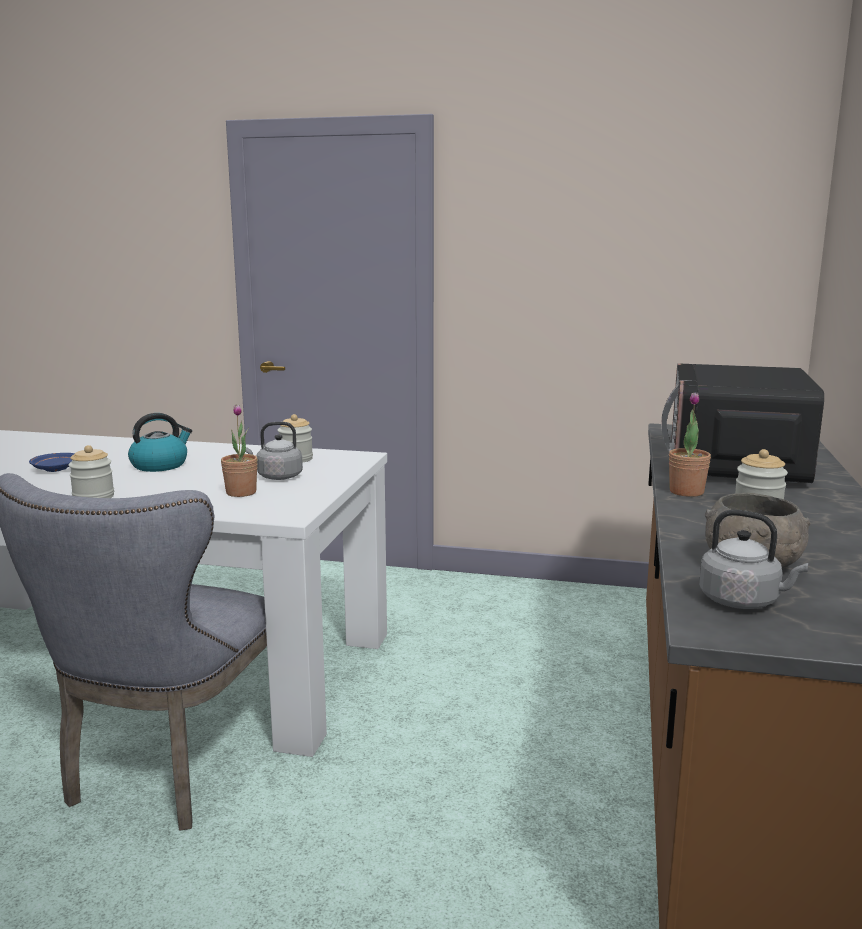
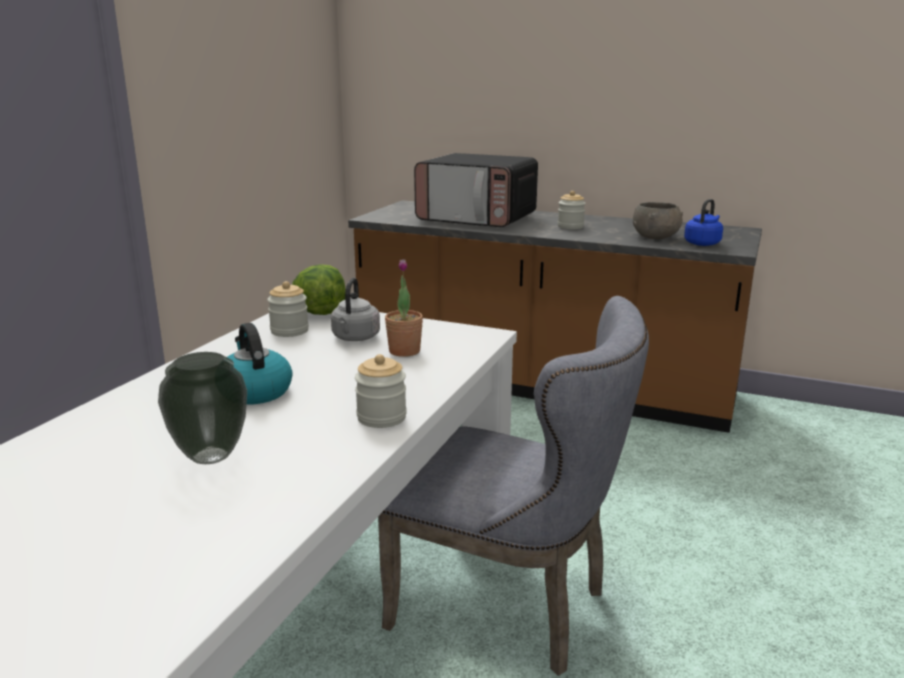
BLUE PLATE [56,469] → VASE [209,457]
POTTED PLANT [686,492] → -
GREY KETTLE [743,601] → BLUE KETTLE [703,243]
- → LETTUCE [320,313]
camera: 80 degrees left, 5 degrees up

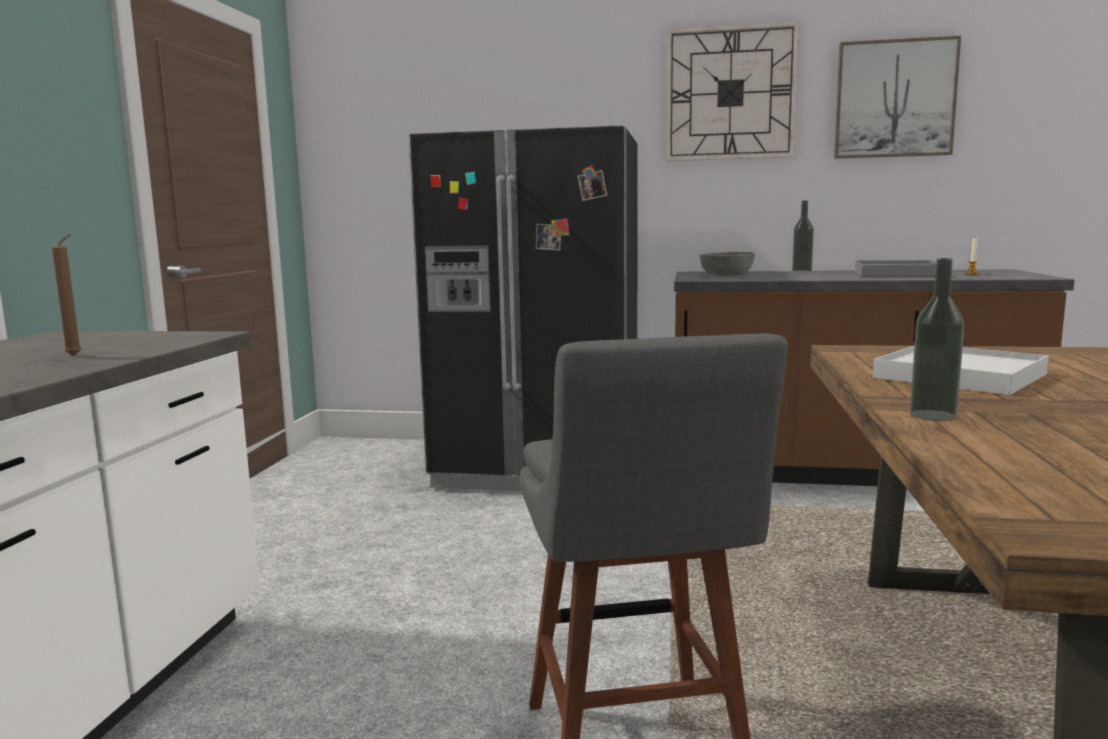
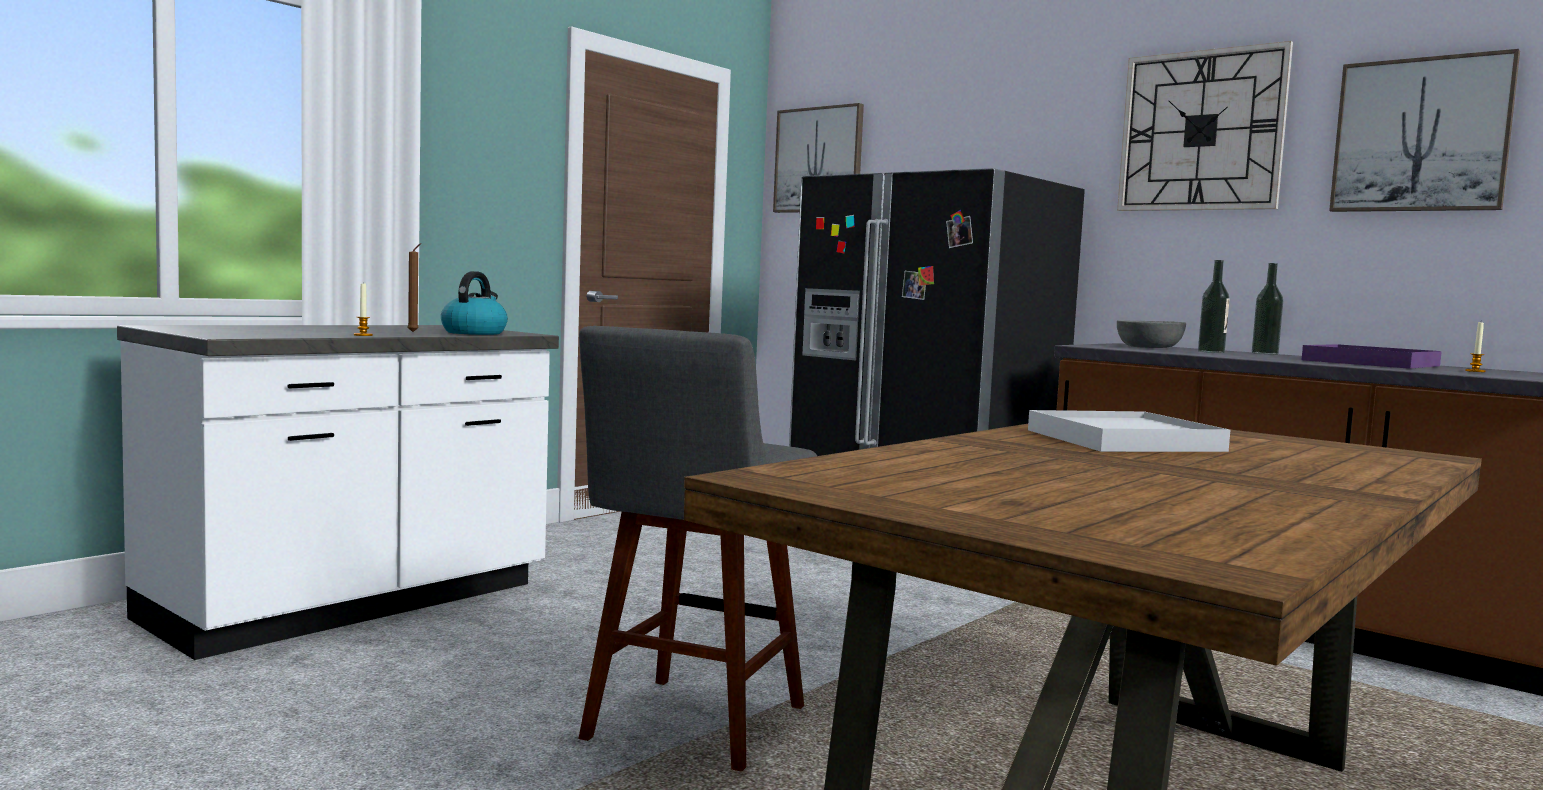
GREY TRAY [896,273] → PURPLE TRAY [1370,363]
BOTTLE [933,415] → BOTTLE [1211,352], shifted
- → CANDLE [363,335]
- → KETTLE [474,333]
- → PICTURE [819,160]
camera: 30 degrees right, 5 degrees down

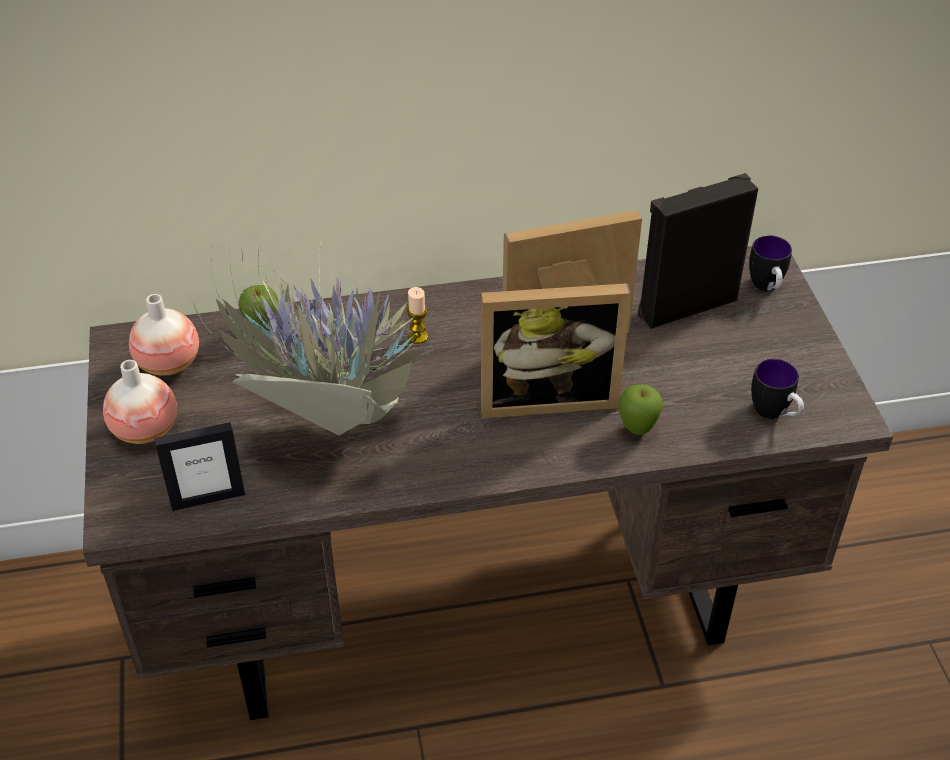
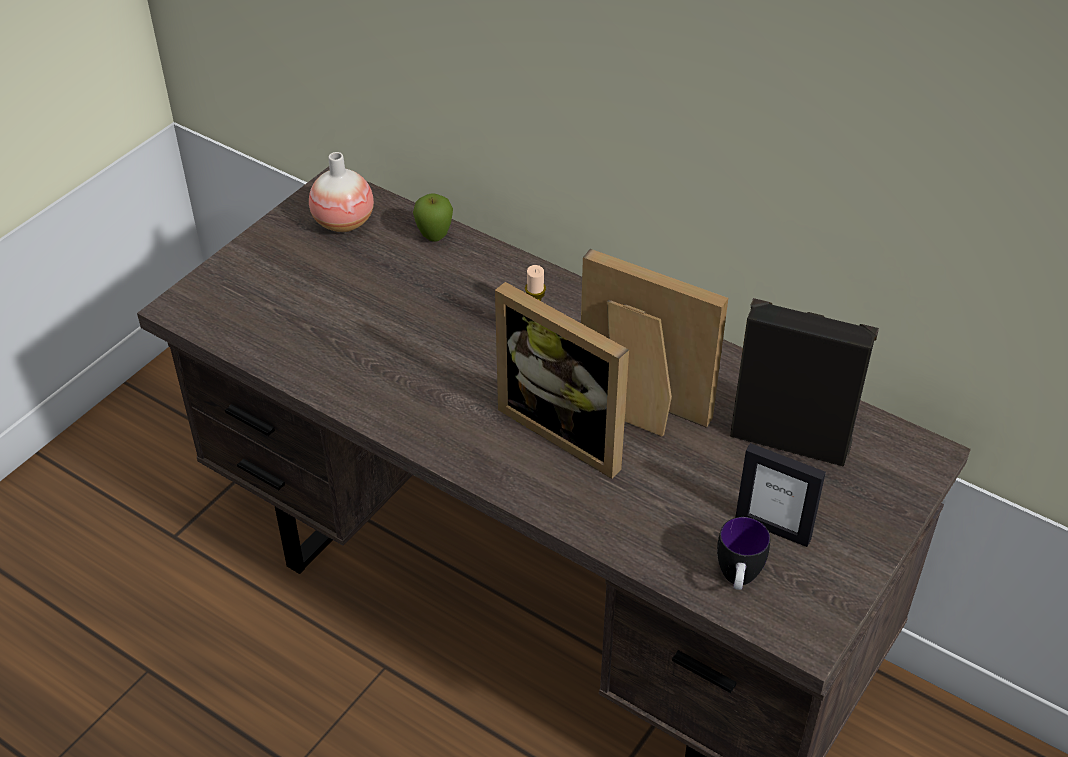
VASE [145,430] → -
PICTURE FRAME [208,498] → PICTURE FRAME [773,528], shifted
POTTED PLANT [330,426] → -
APPLE [637,430] → -
MUG [766,288] → -
camera: 45 degrees right, 0 degrees up

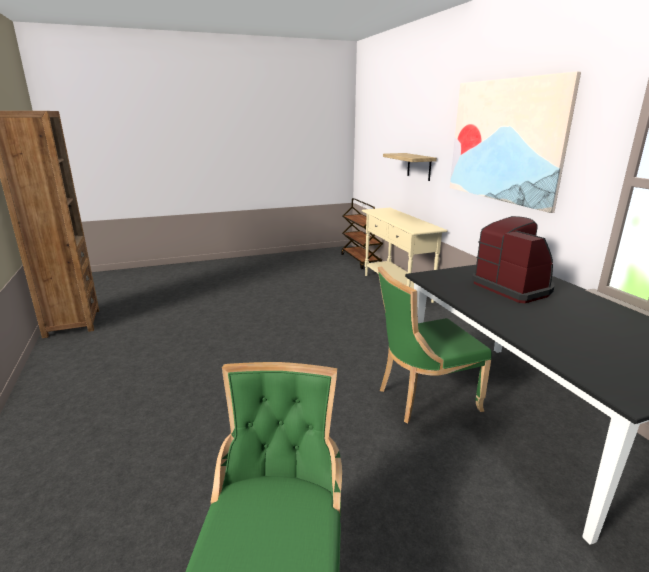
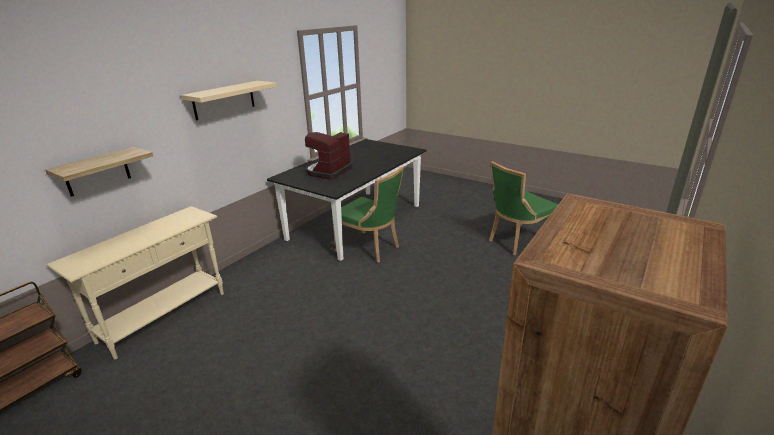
PICTURE [504,141] → BEIGE SHELF [224,100]
camera: 125 degrees left, 5 degrees up

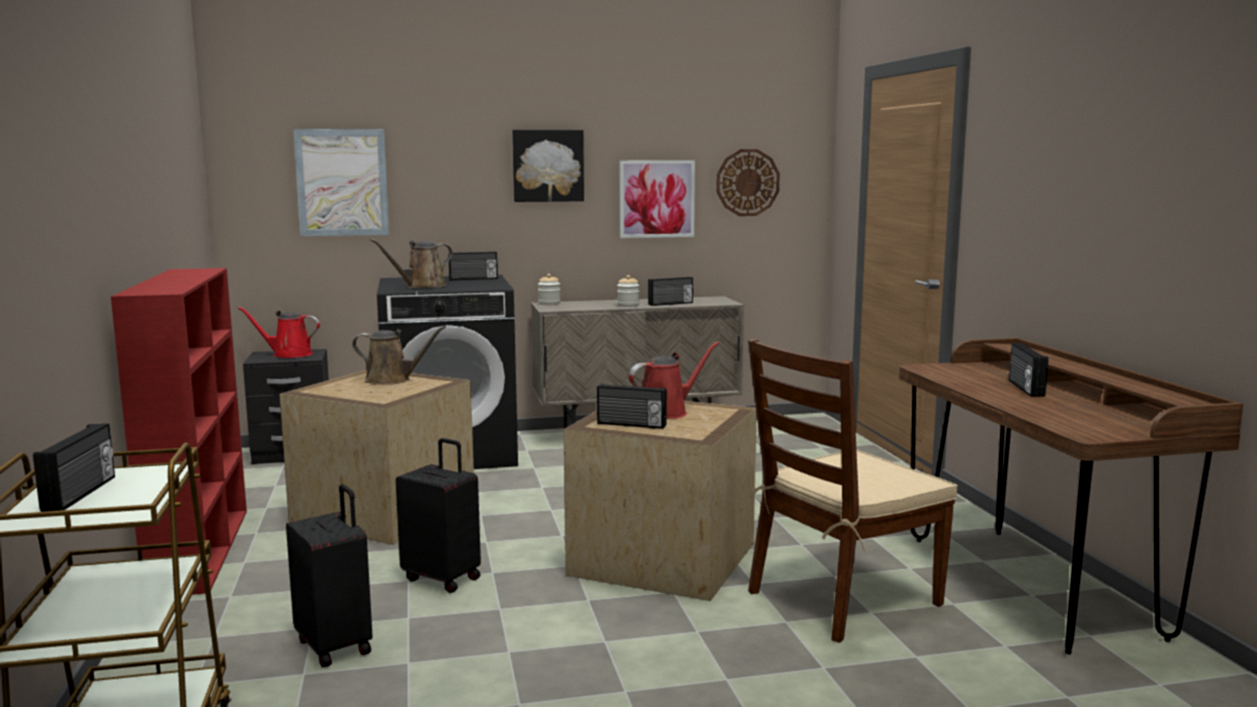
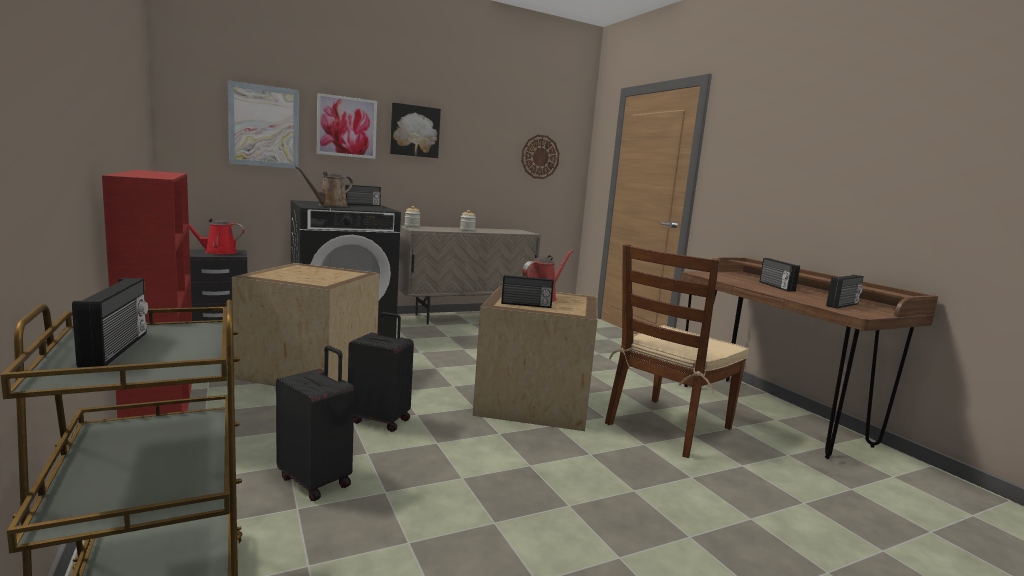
BROWN WATERING CAN [392,380] → -
PICTURE [656,199] → PICTURE [346,127], shifted
RADIO [671,304] → RADIO [843,305], shifted
camera: 15 degrees left, 0 degrees up

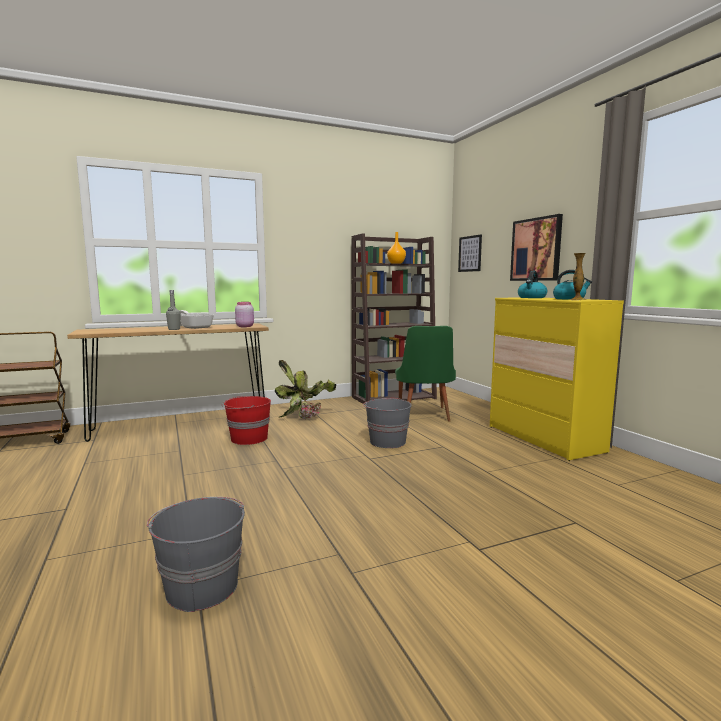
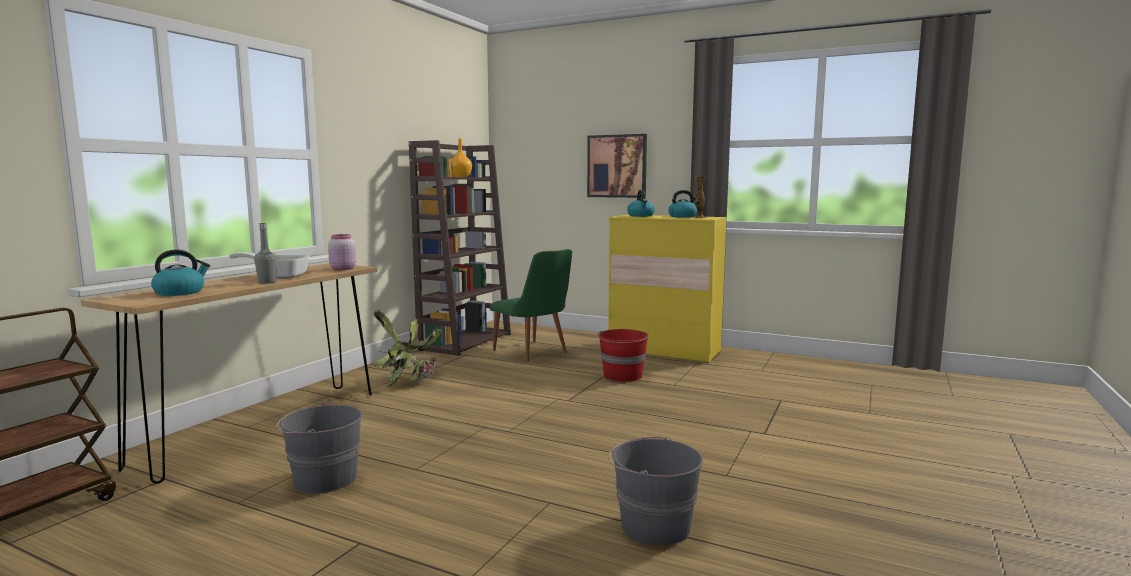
RED BUCKET [248,439] → RED BUCKET [622,376], shifted
GREY BUCKET [387,441] → GREY BUCKET [324,479], shifted
PICTURE [470,253] → -
- → KETTLE [180,292]
camera: 40 degrees left, 0 degrees up

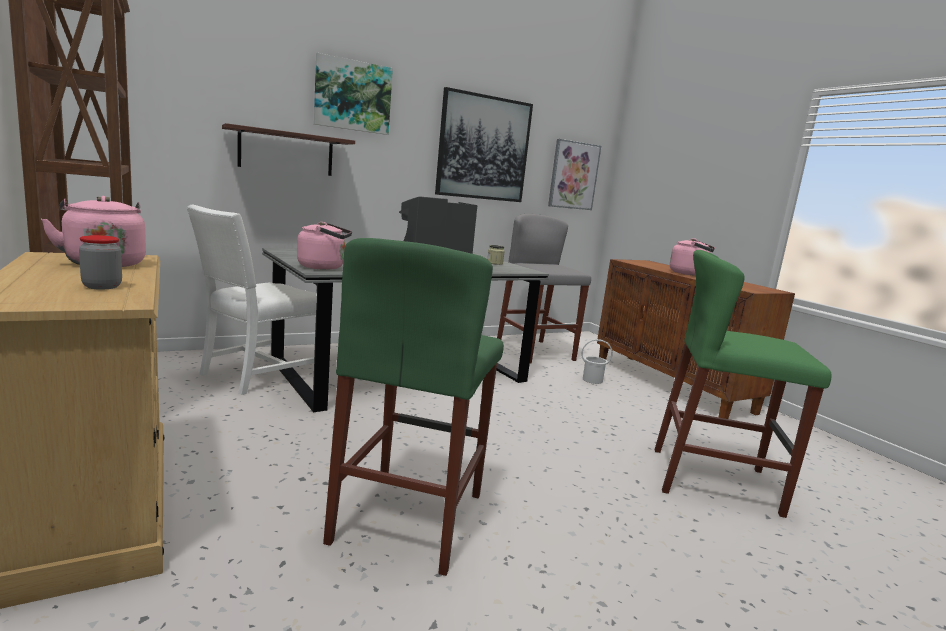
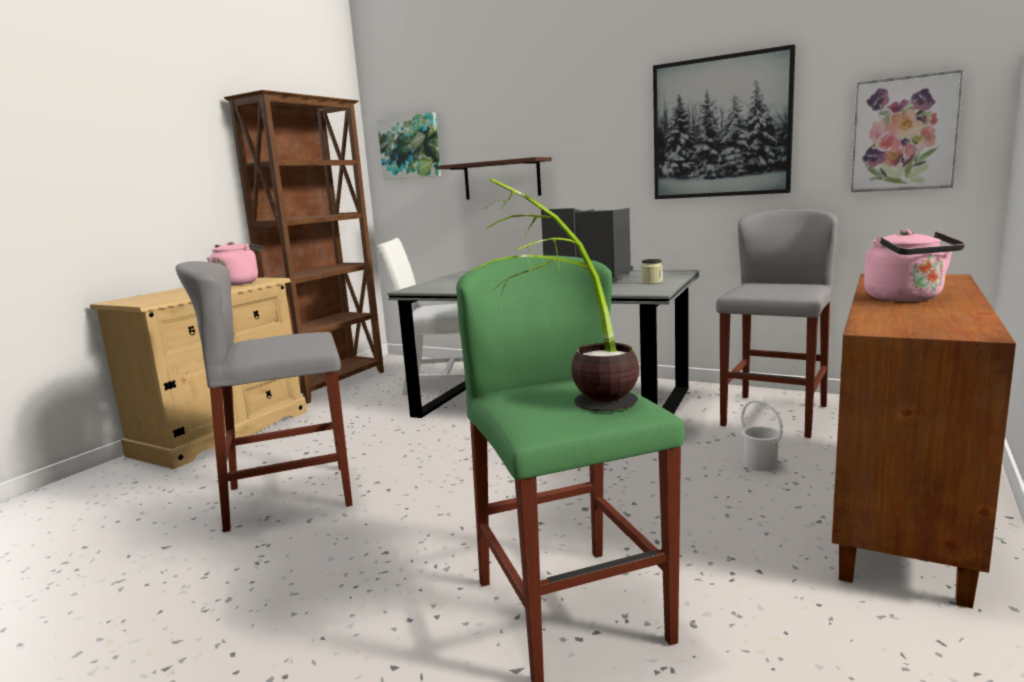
JAR [102,286] → -
PINK KETTLE [324,267] → -
PICTURE [352,96] → PICTURE [410,147], shifted
GREEN STOOL [409,517] → GREY STOOL [290,496]
- → POTTED PLANT [575,409]
camera: 60 degrees right, 0 degrees up

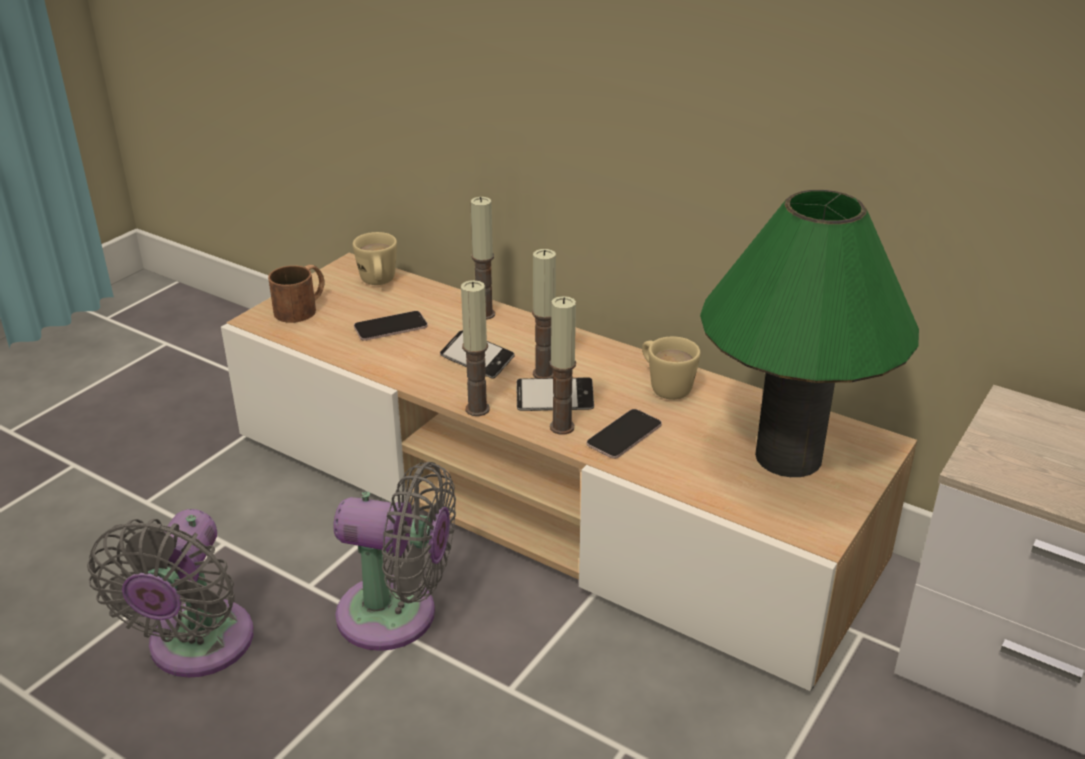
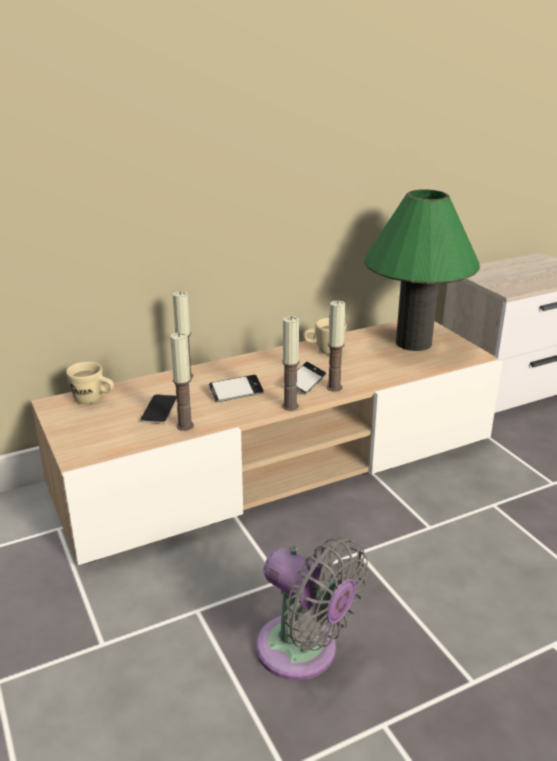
BROWN MUG [302,307] → -
GREY FAN [397,616] → -
CANDLE [544,373] → CANDLE [185,426], shifted
PHONE [624,435] → -
camera: 60 degrees left, 5 degrees down

